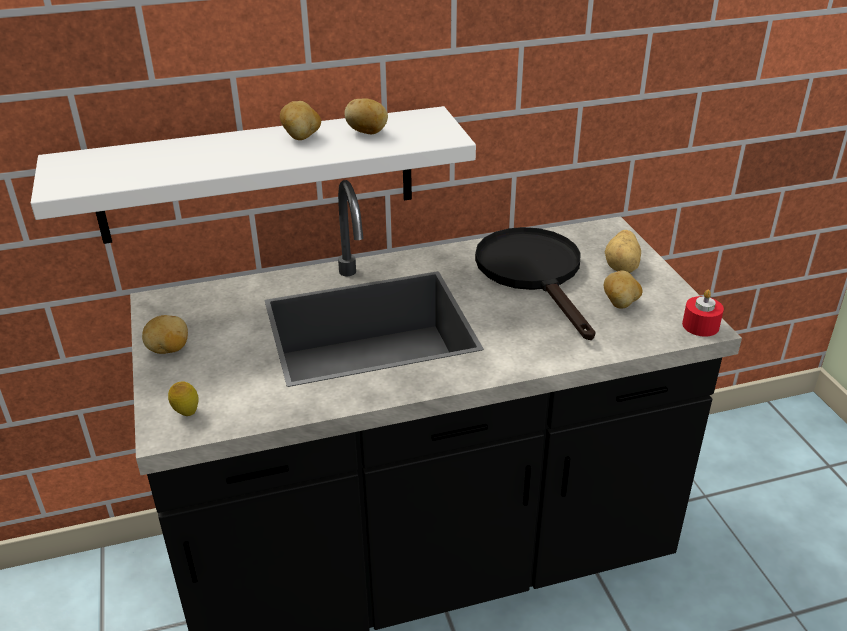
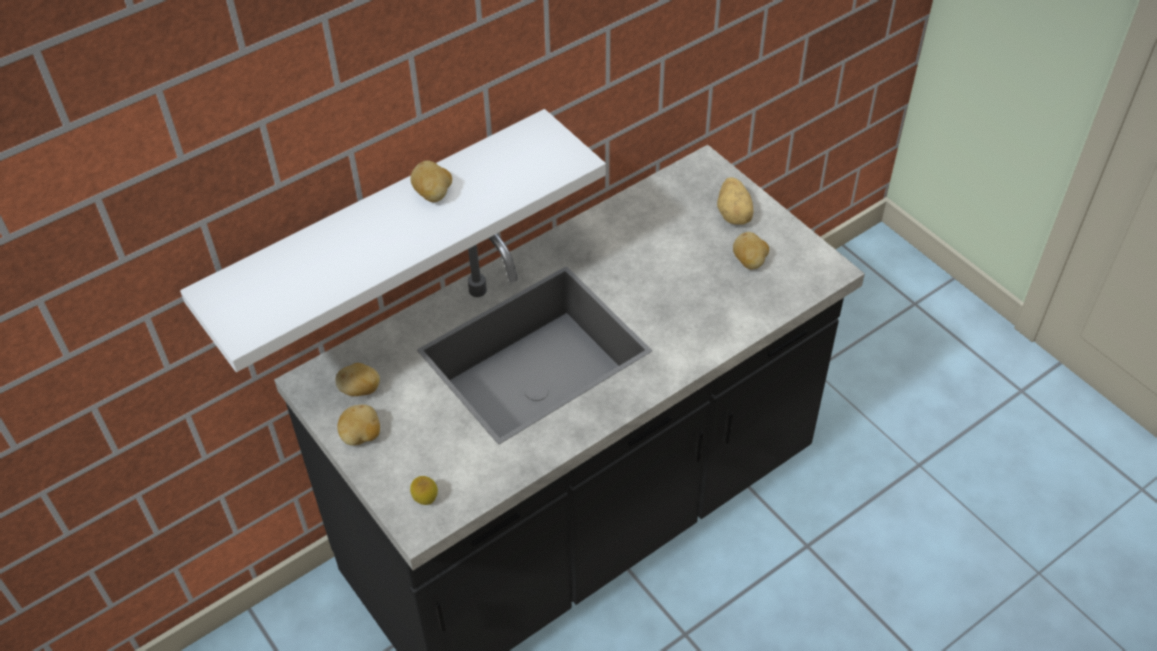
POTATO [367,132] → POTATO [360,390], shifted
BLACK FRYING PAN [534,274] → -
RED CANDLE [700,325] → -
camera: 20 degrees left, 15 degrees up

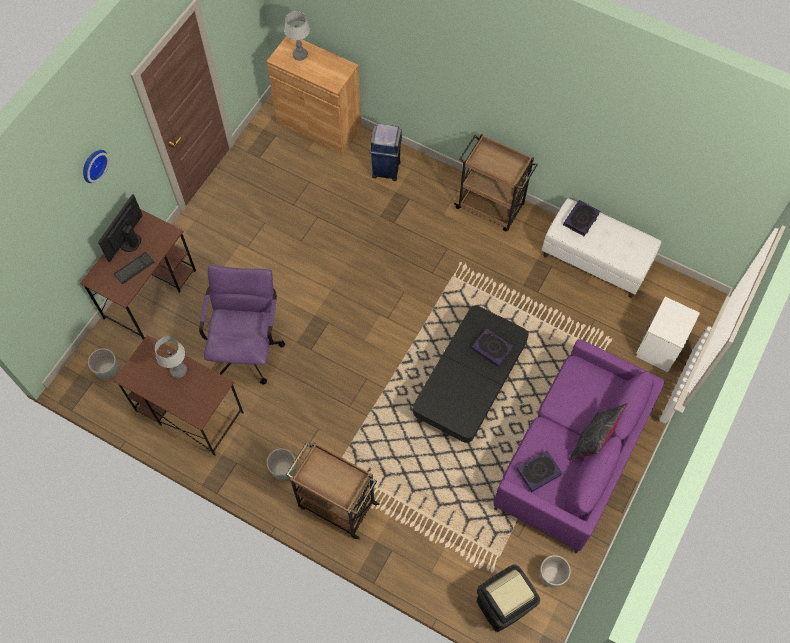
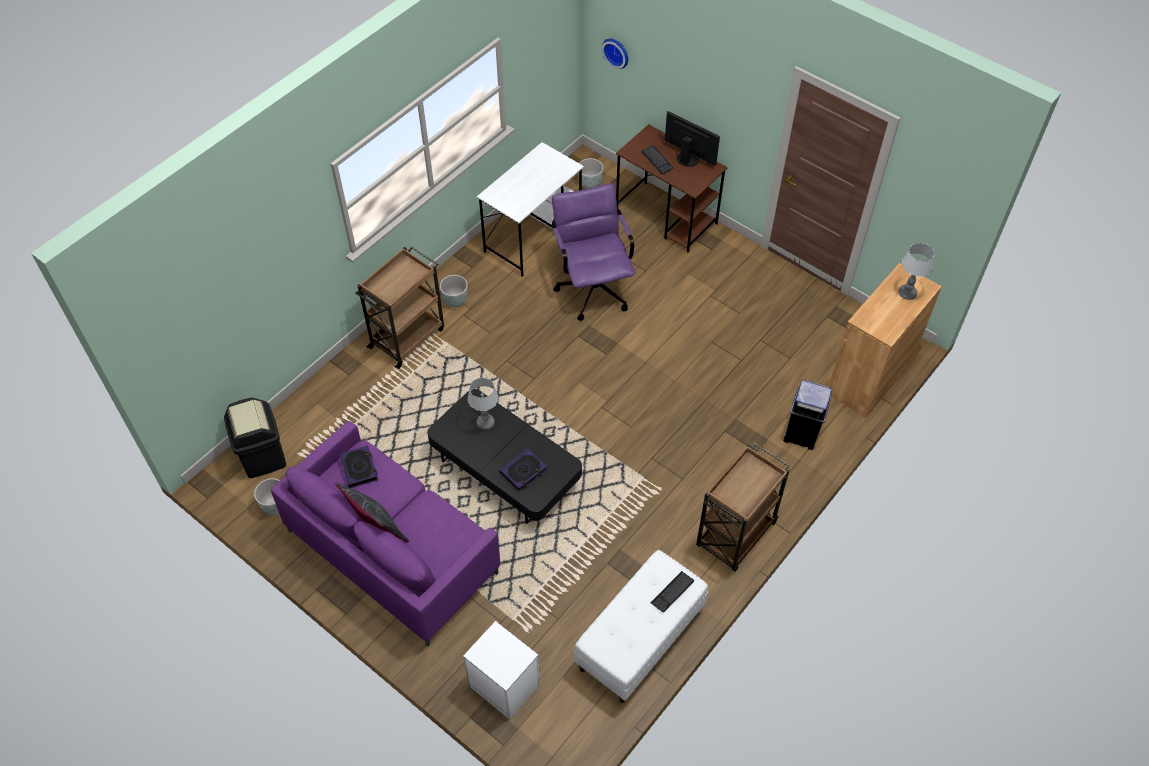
WALL CLOCK [93,165] → WALL CLOCK [617,52], shifted
BROWN DESK [188,411] → WHITE DESK [533,237]
TABLE LAMP [178,370] → TABLE LAMP [486,423], shifted
PURPLE OFFICE CHAIR [247,346] → PURPLE OFFICE CHAIR [592,286], 120 degrees counterclockwise
BOOK [581,219] → KEYBOARD [672,592]
camera: 100 degrees right, 10 degrees down

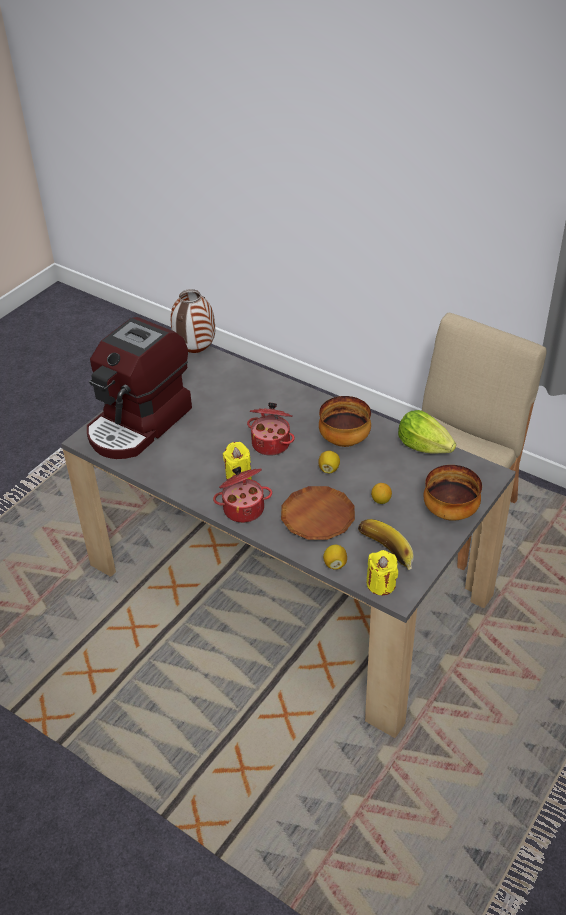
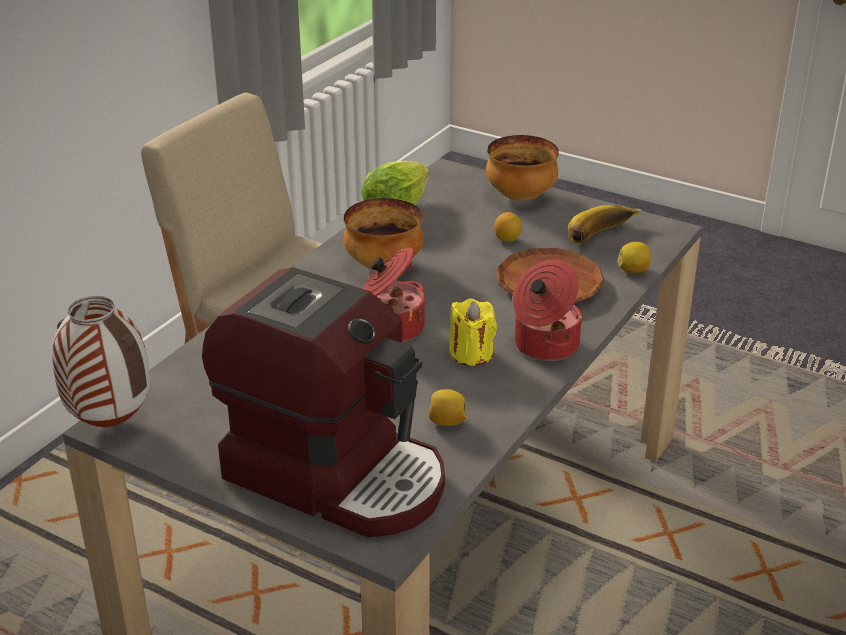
LEMON [329,469] → LEMON [446,422], shifted
YELLOW CANDLE [381,584] → -
camera: 95 degrees left, 10 degrees down

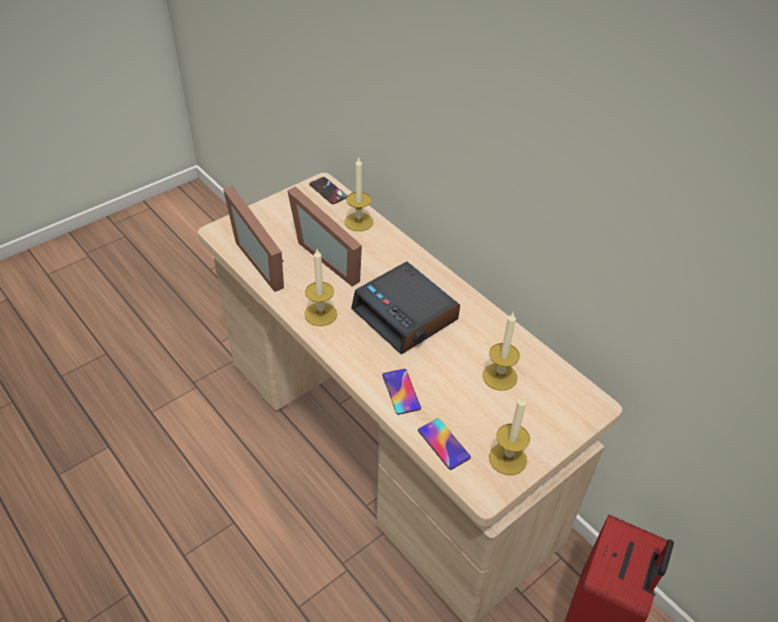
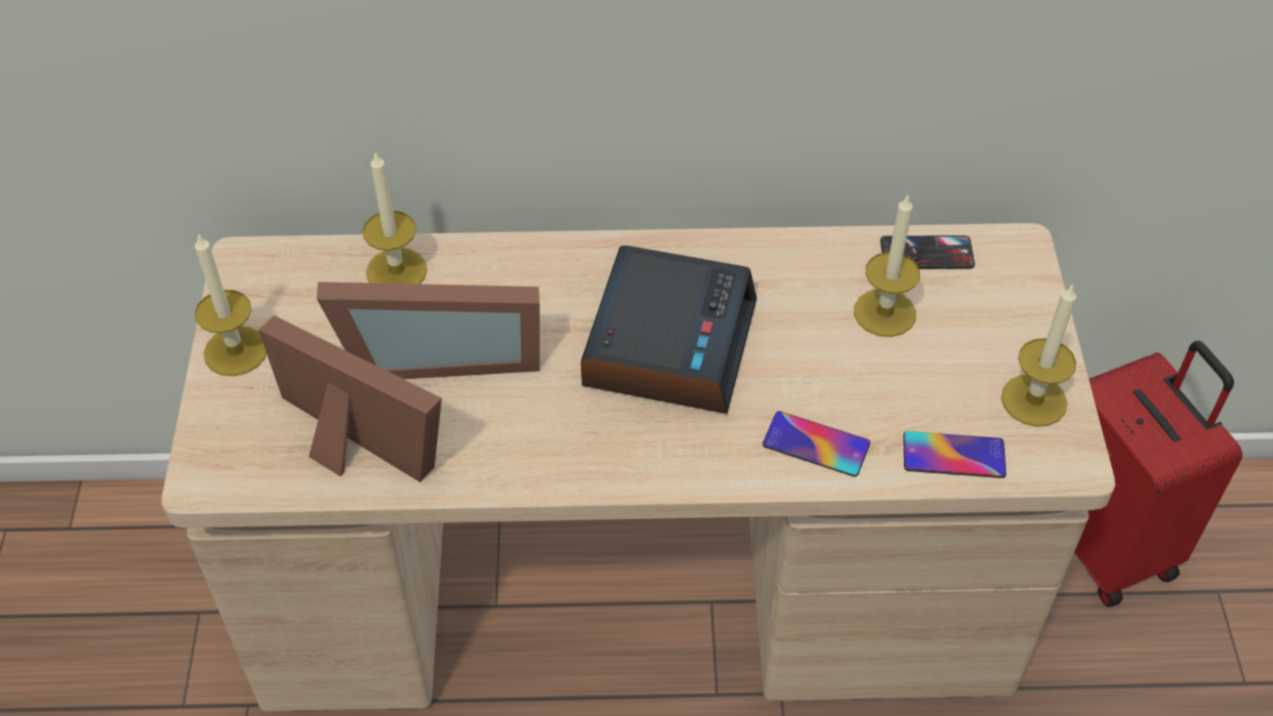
PICTURE FRAME [265,259] → PICTURE FRAME [351,450], 150 degrees counterclockwise
CANDLE [320,314] → CANDLE [236,351], shifted
PHONE [328,191] → PHONE [926,253], shifted
ALARM CLOCK [406,315] → ALARM CLOCK [668,342], 75 degrees counterclockwise
camera: 50 degrees left, 5 degrees up

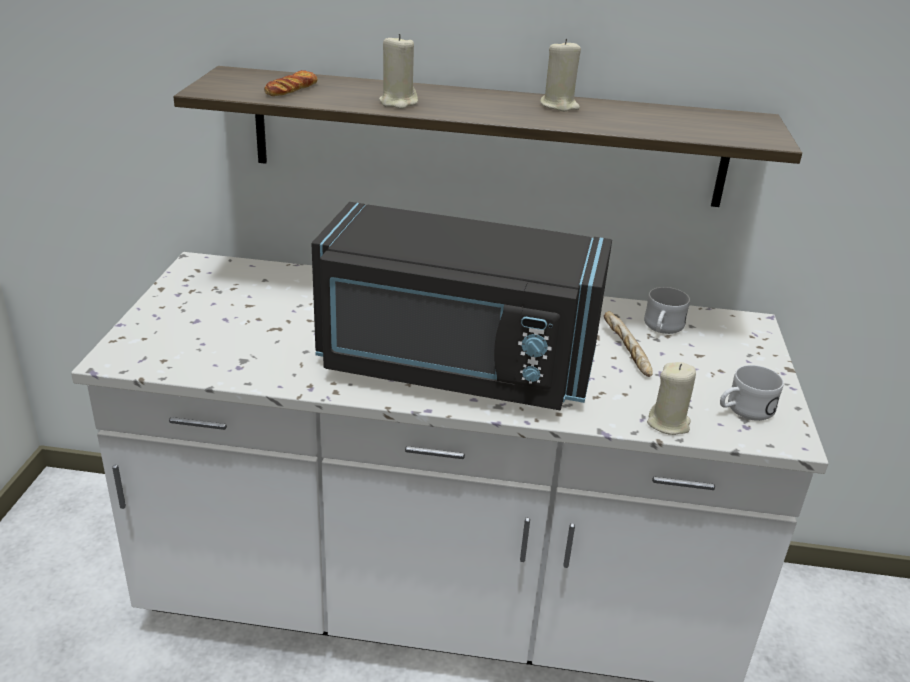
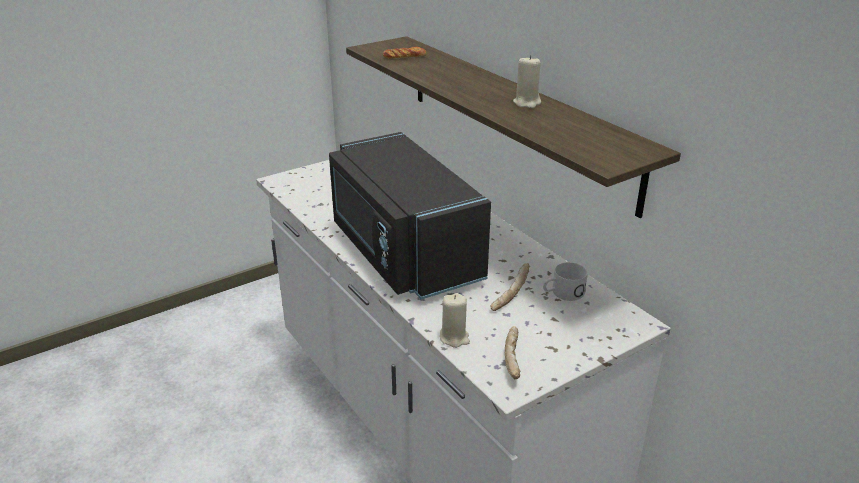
BEIGE CANDLE [398,103] → -
WHITE MUG [743,410] → BREAD [514,358]
camera: 50 degrees right, 0 degrees up

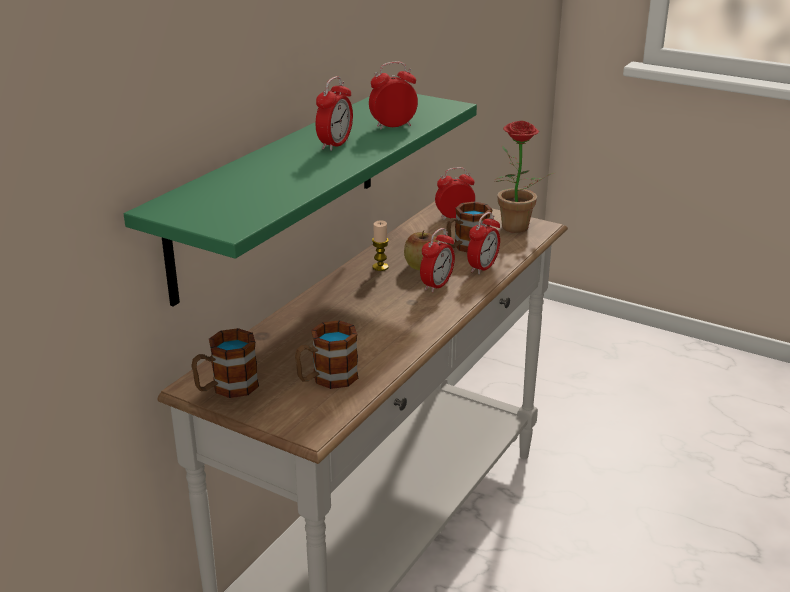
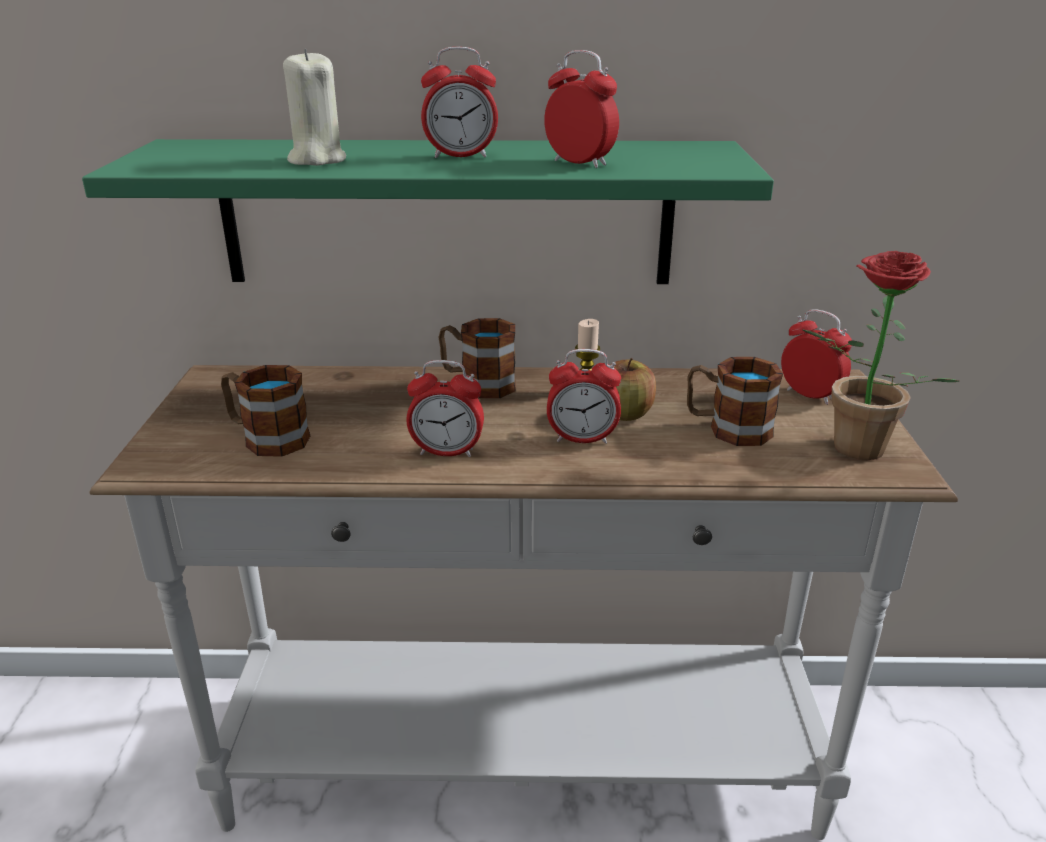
MUG [226,388] → MUG [477,384], shifted
ALARM CLOCK [482,268] → ALARM CLOCK [447,452], shifted
- → BEIGE CANDLE [316,160]
camera: 60 degrees right, 0 degrees up

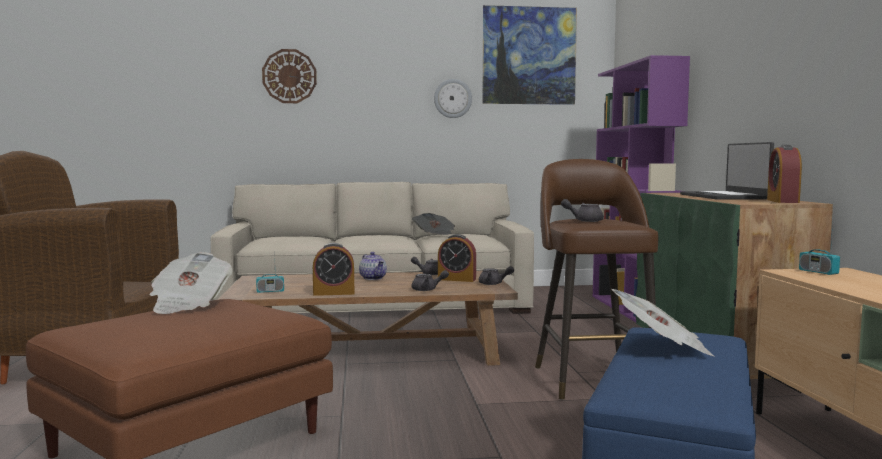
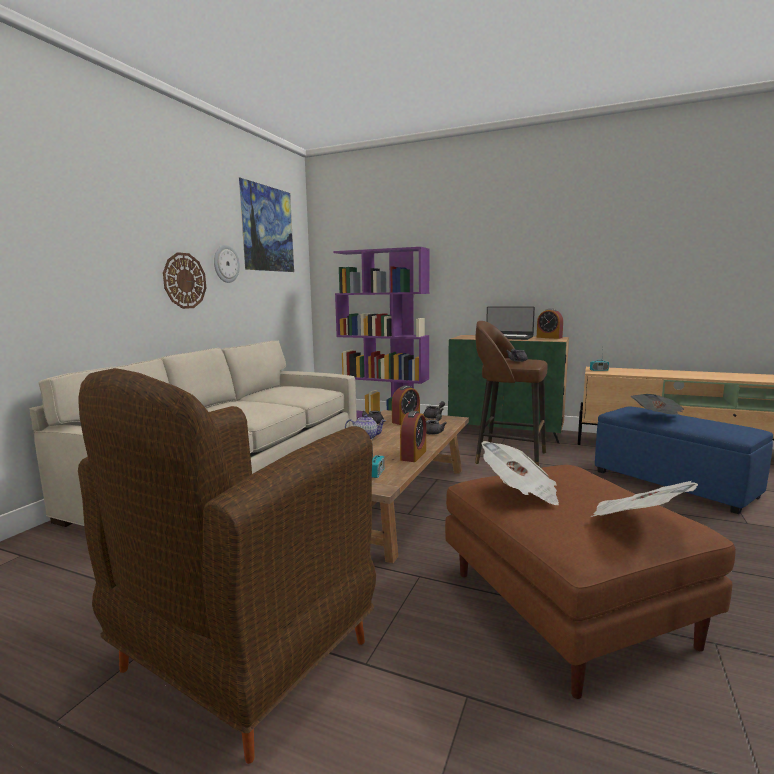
WALL CLOCK [289,76] → WALL CLOCK [184,280], shifted
NEWSPAPER [435,236] → NEWSPAPER [636,522], shifted
camera: 60 degrees left, 5 degrees up

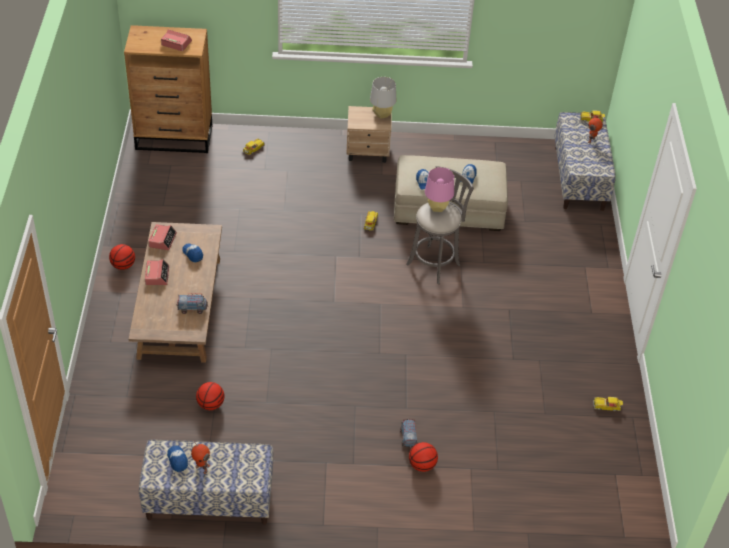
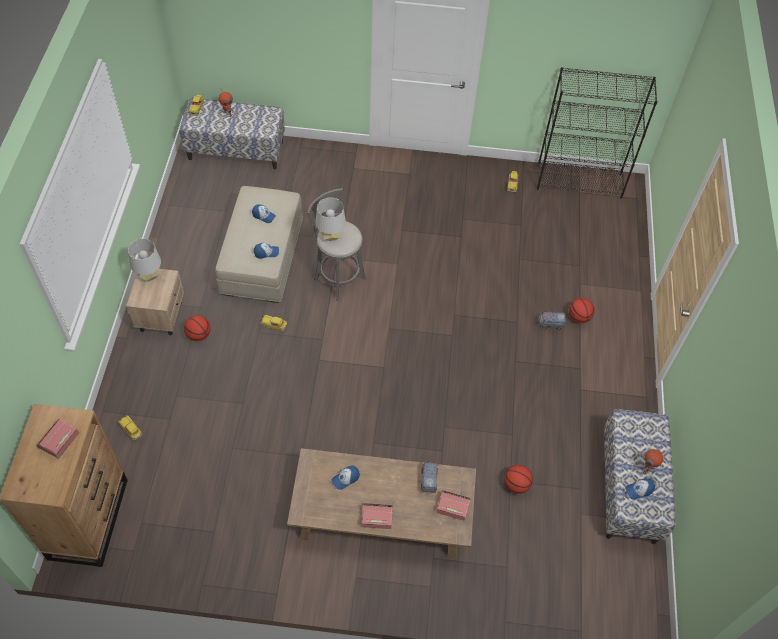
BASKETBALL [123,265] → BASKETBALL [199,335], shifted
ALARM CLOCK [162,240] → ALARM CLOCK [453,506], shifted
PINK TABLE LAMP [437,207] → GREY TABLE LAMP [331,235]
- → BLACK BOOKCASE [579,181]
camera: 85 degrees left, 10 degrees up

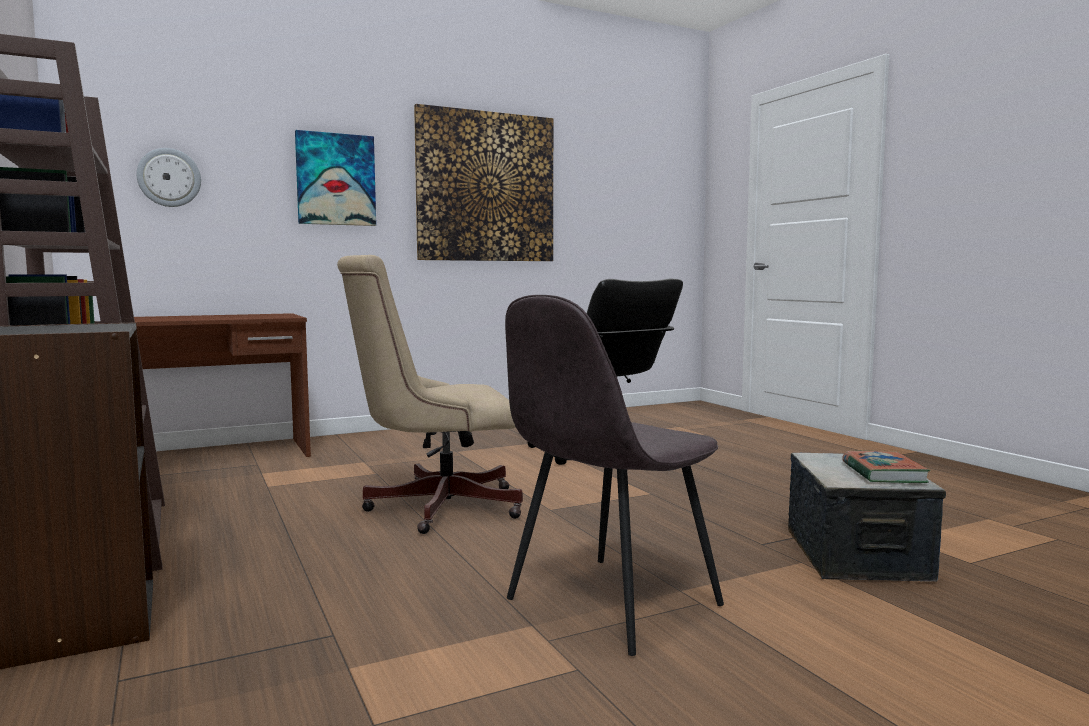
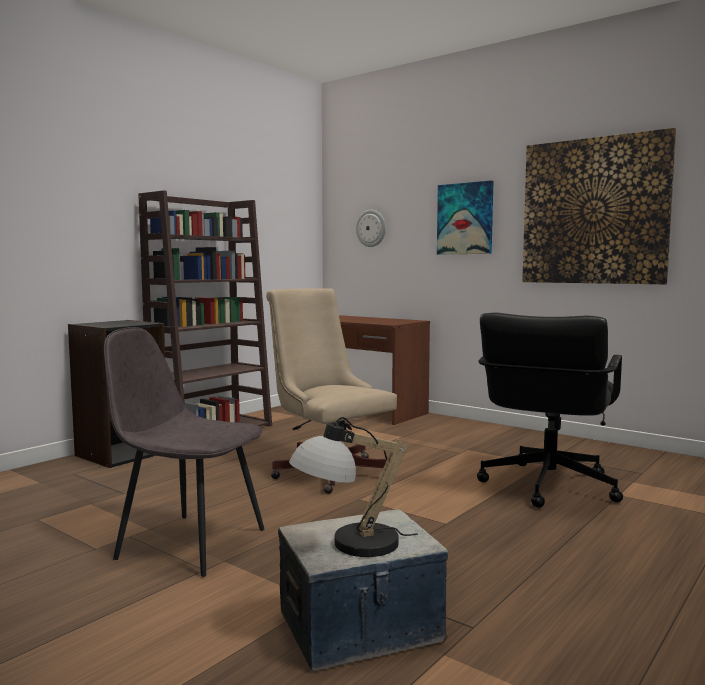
BOOK [883,473] → TABLE LAMP [348,546]
camera: 65 degrees right, 0 degrees up

